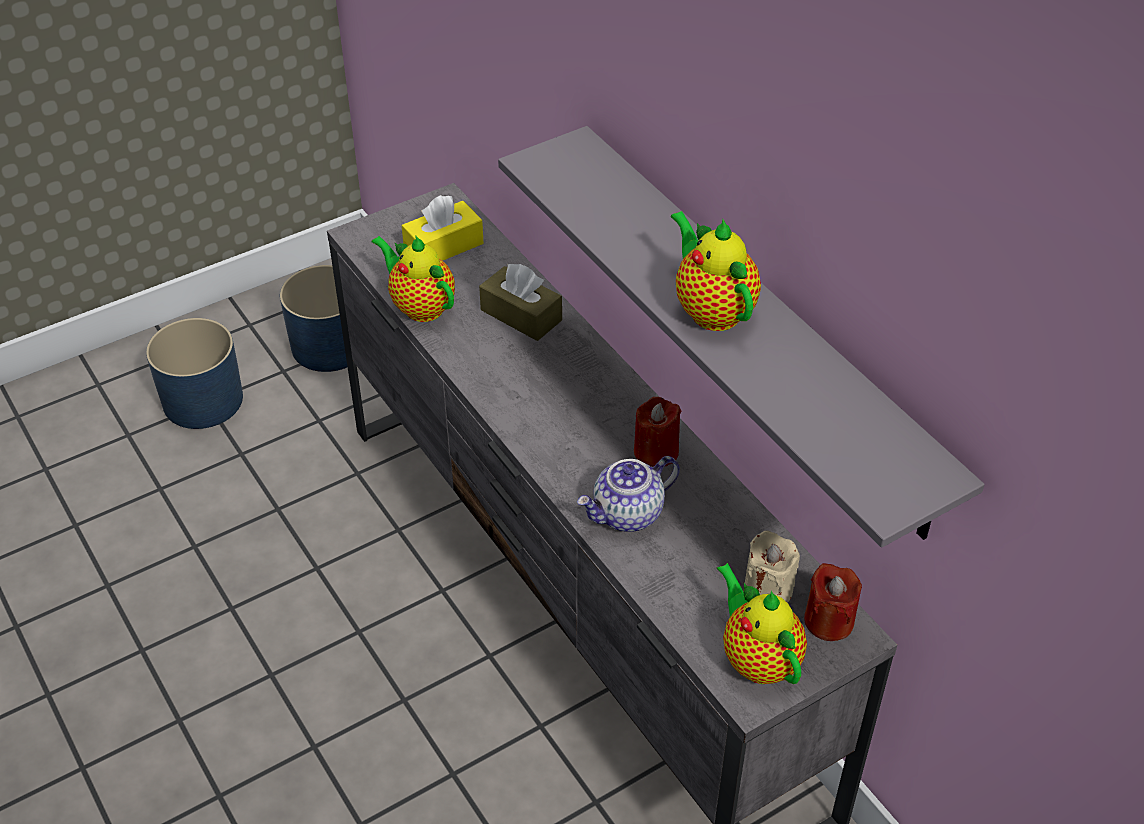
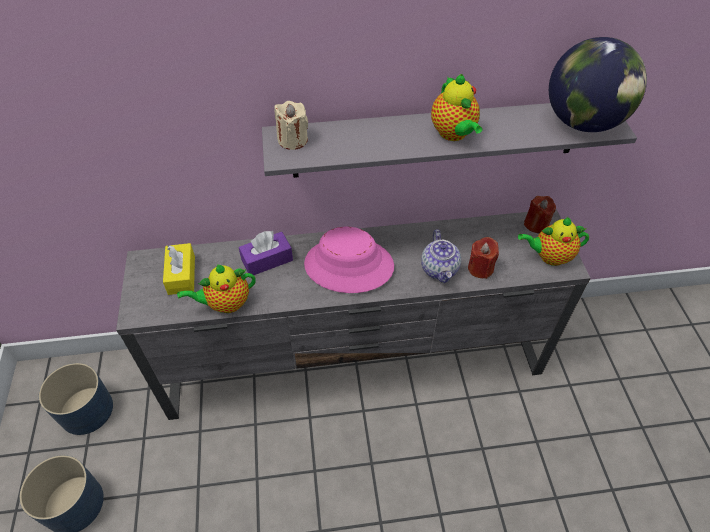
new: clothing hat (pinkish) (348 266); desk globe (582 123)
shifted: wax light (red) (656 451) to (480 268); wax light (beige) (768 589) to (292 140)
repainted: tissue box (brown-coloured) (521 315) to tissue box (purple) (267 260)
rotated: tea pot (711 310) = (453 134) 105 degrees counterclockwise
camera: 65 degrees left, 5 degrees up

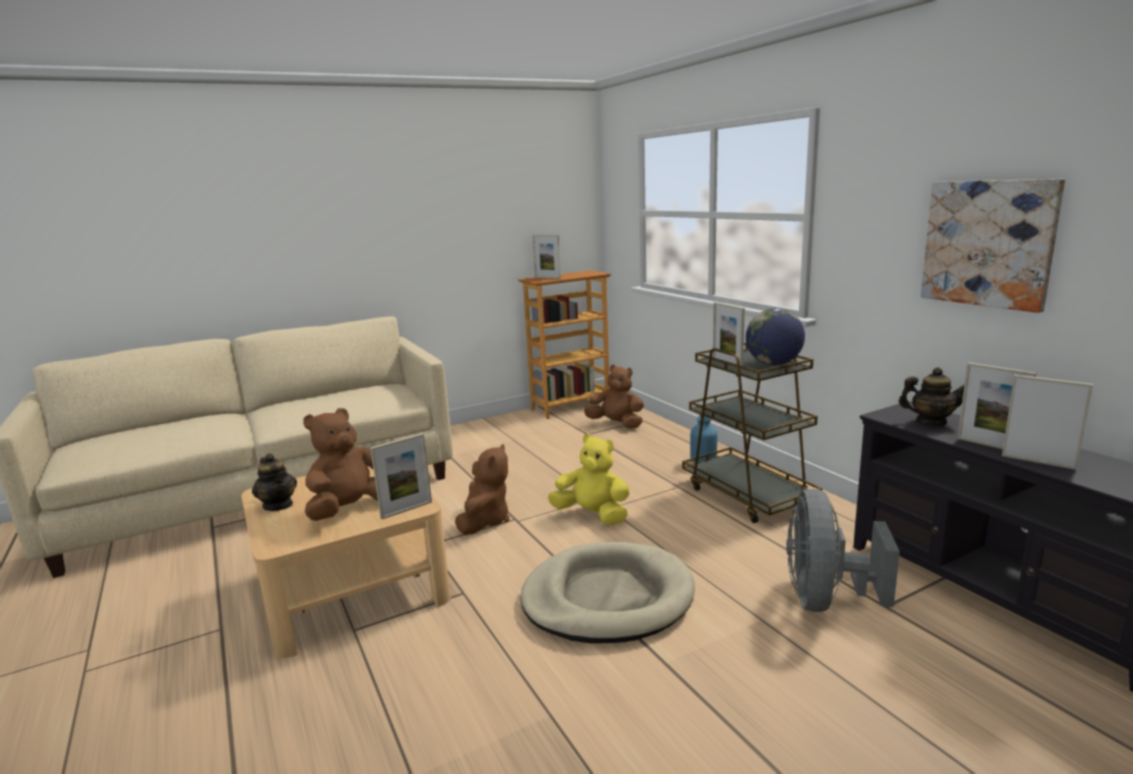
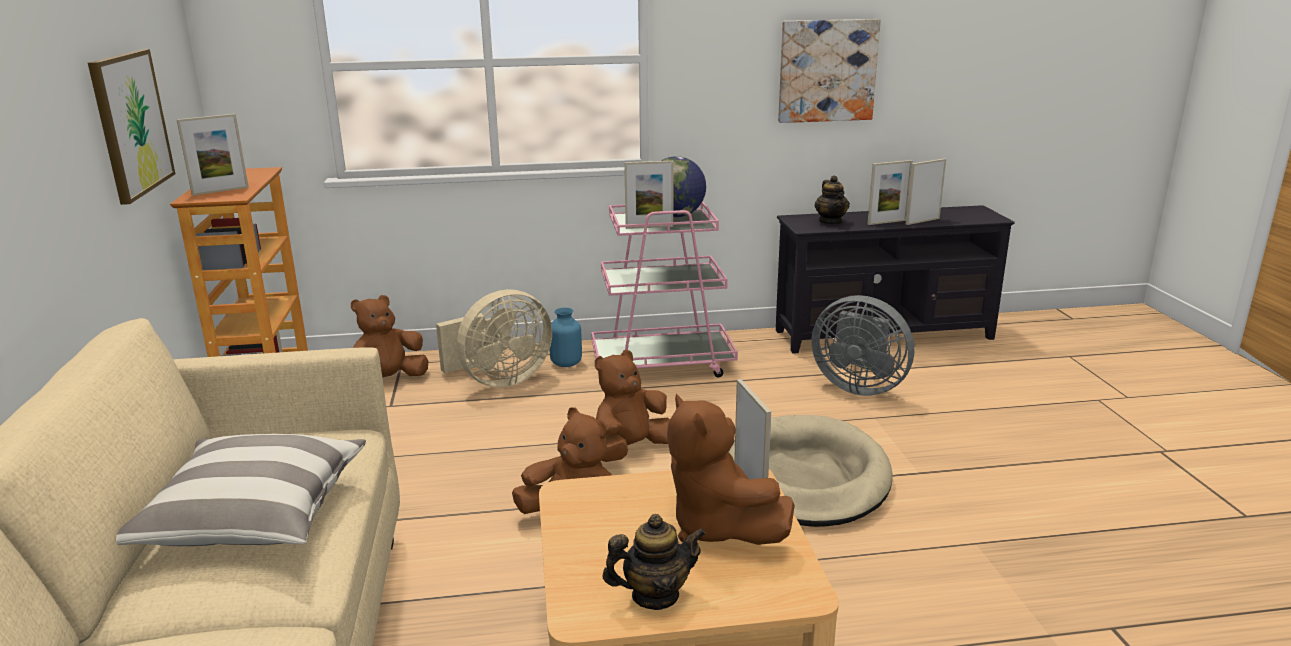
new: wall picture (131 123); pillow (253 517); electric fan (beige) (499 380)
repainted: plush toy (yellow-coloured) (593 515) to plush toy (brown-coloured) (630 450); cart (brown-coloured) (748 495) to cart (pinkish) (663 364)
rotated: tea pot (931 422) = (831 222) 135 degrees clockwise
camera: 70 degrees left, 5 degrees up

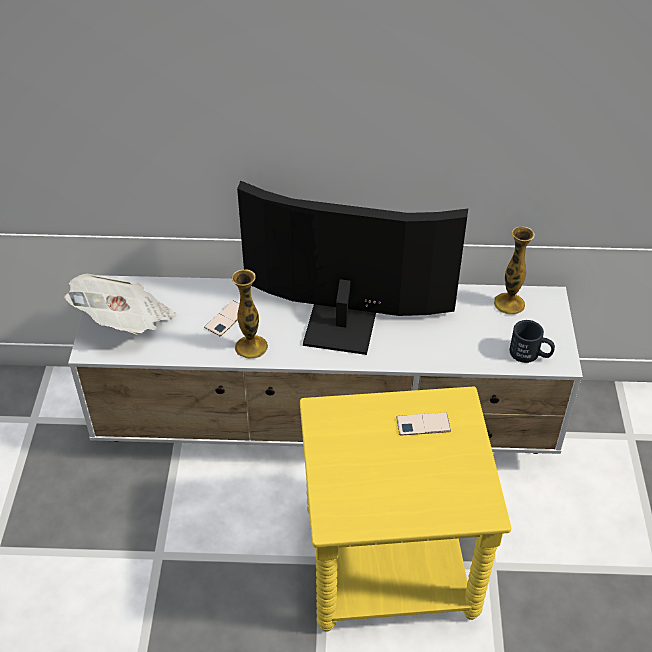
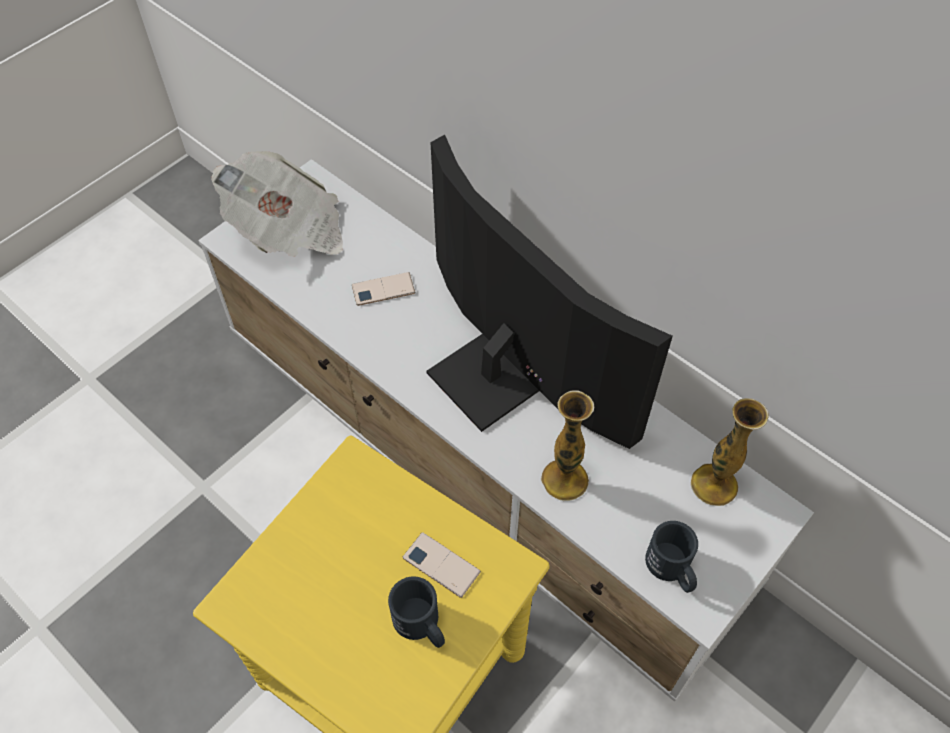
new: mug (blackish) (421 625)
shifted: vase (251 347) to (565 479)
camera: 40 degrees right, 10 degrees up

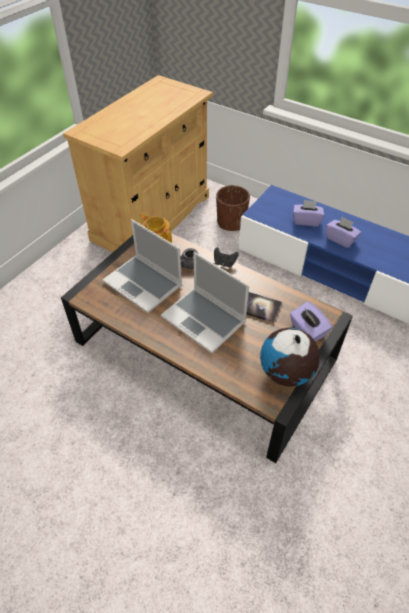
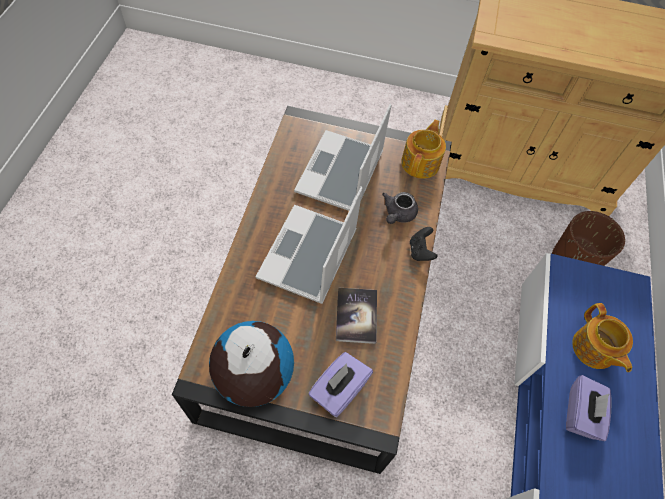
swapped: tissue box (purple) (306 221) to tea pot (594 349)
camera: 65 degrees right, 10 degrees up

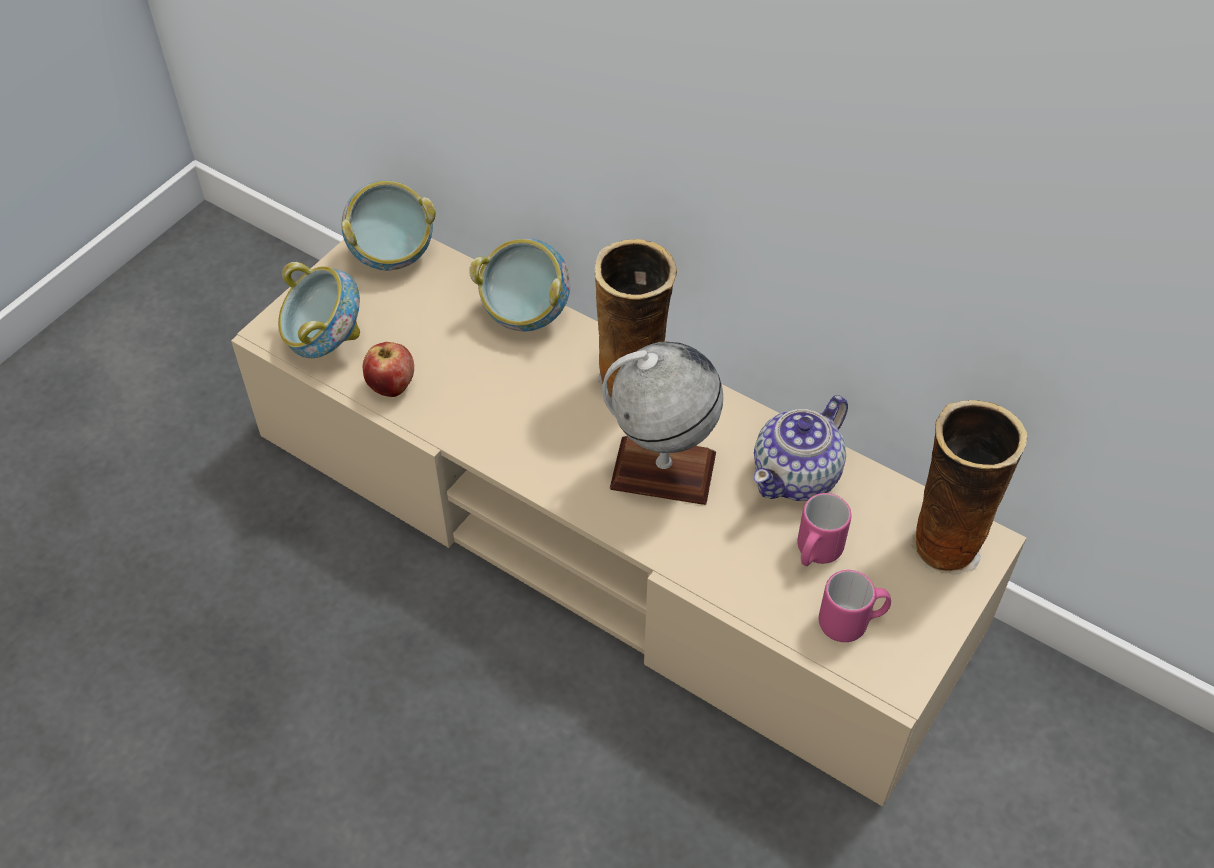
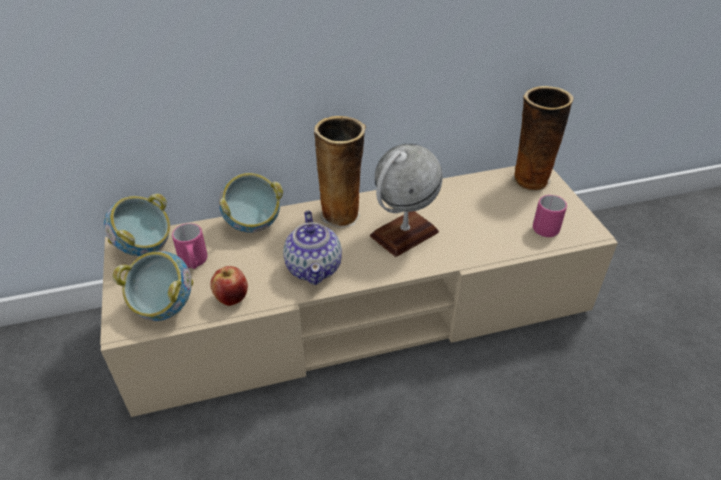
shifted: tea pot (797 475) to (314 267); mug (pinkish) (815 553) to (194 263)
camera: 50 degrees left, 10 degrees down

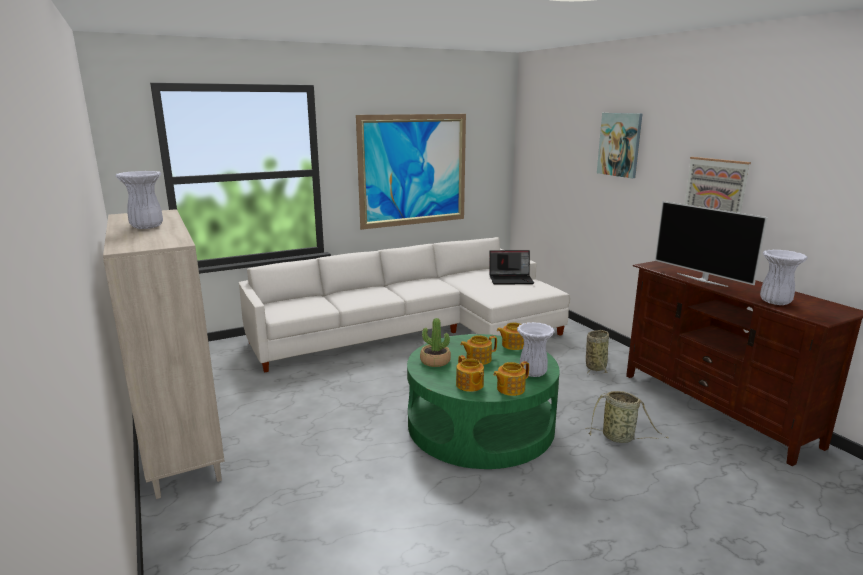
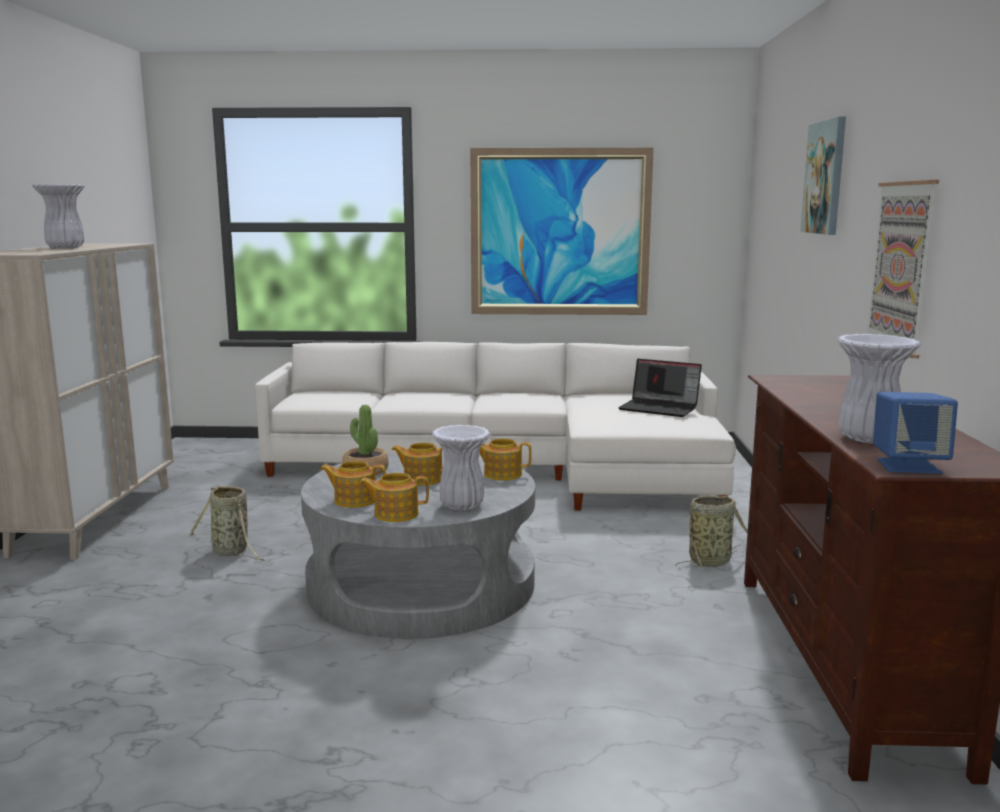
gone: TV (702 280)
new: loudspeaker (blue) (908 466)
shifted: storage basket (620 438) to (232 552)
repainted: low table (greenish) (480 424) to low table (grey) (421 583)
rotated: tea pot (469 385) = (354 500) 90 degrees clockwise
camera: 30 degrees right, 5 degrees down

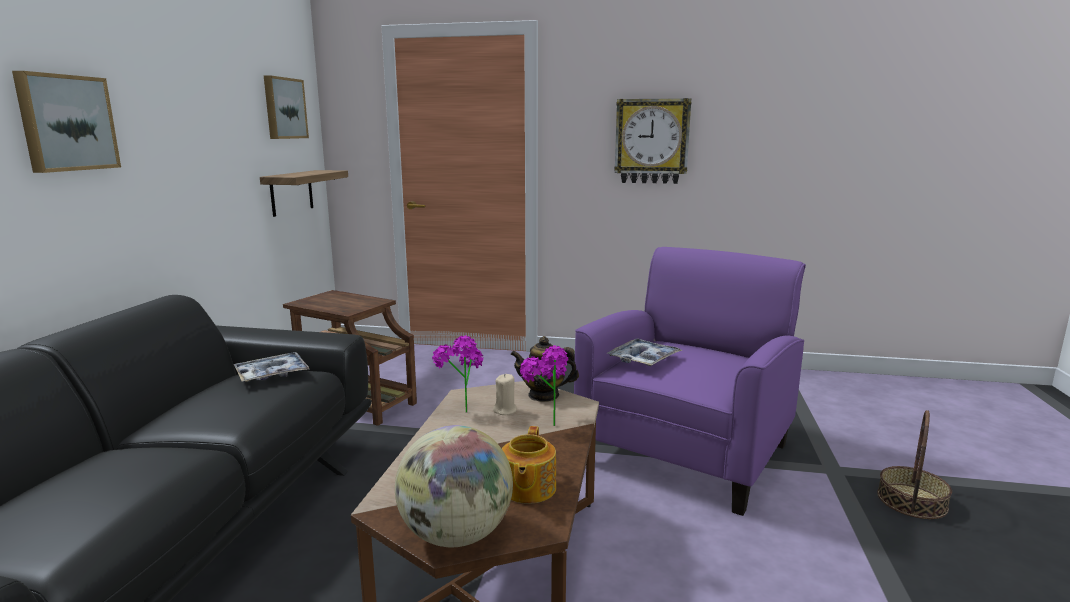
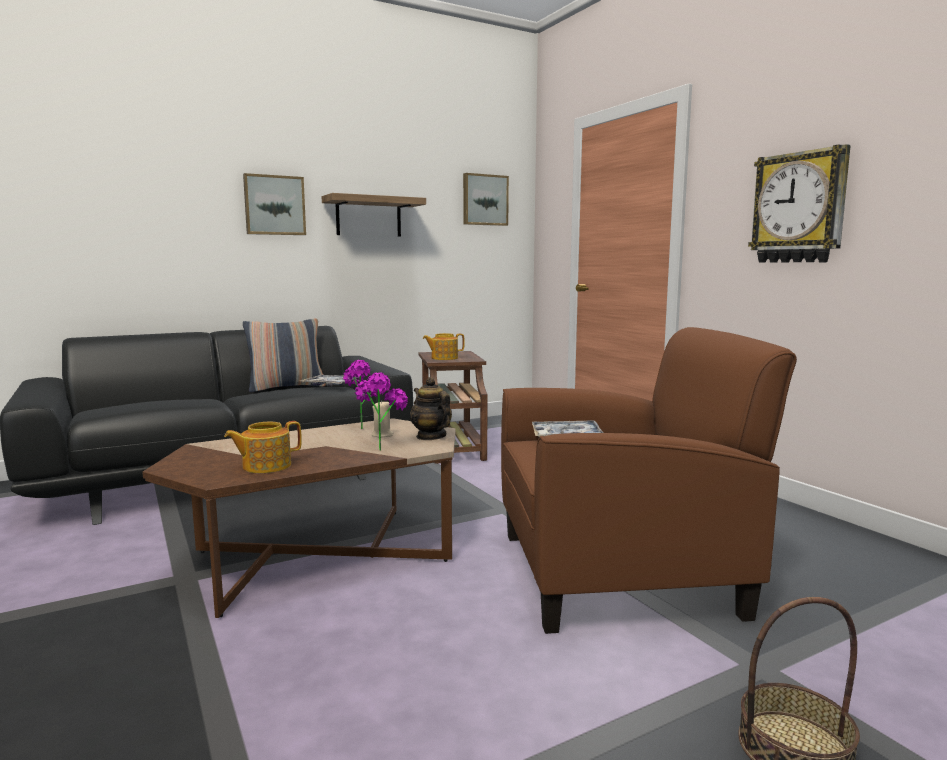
gone: desk globe (456 535)
new: pillow (286 387); tea pot (443 358)
shifted: shelf (291 192) to (368 217)
repainted: easy chair (purple) (686 452) to easy chair (brown-coloured) (619 573)
camera: 50 degrees right, 5 degrees down

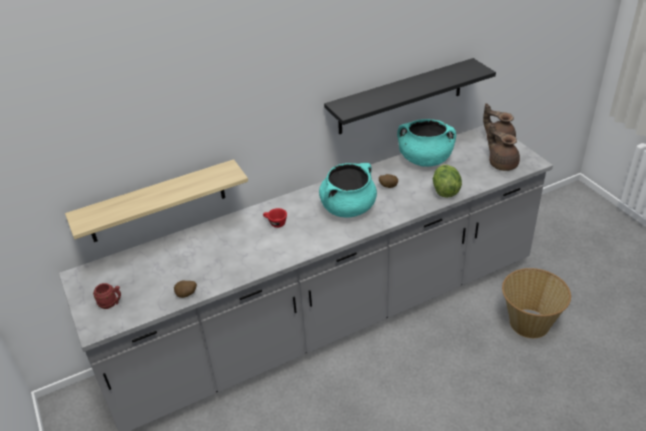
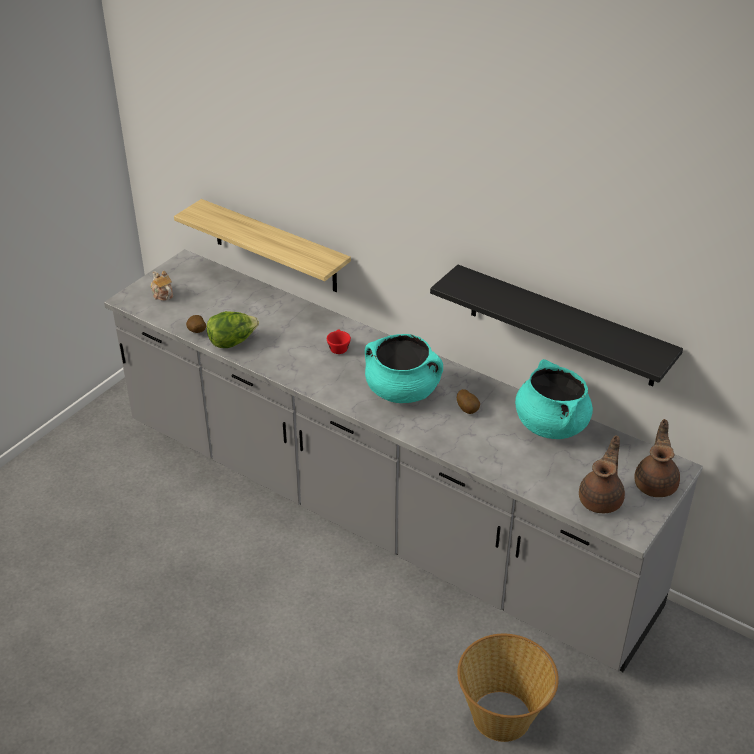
shifted: lettuce (445 190) to (232 342)
swapped: mug (red) (111 303) to tea pot (162 294)
camera: 60 degrees right, 0 degrees up

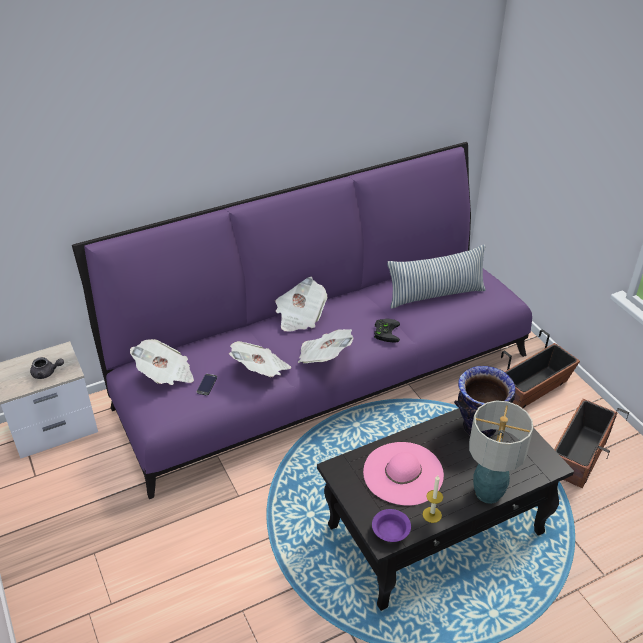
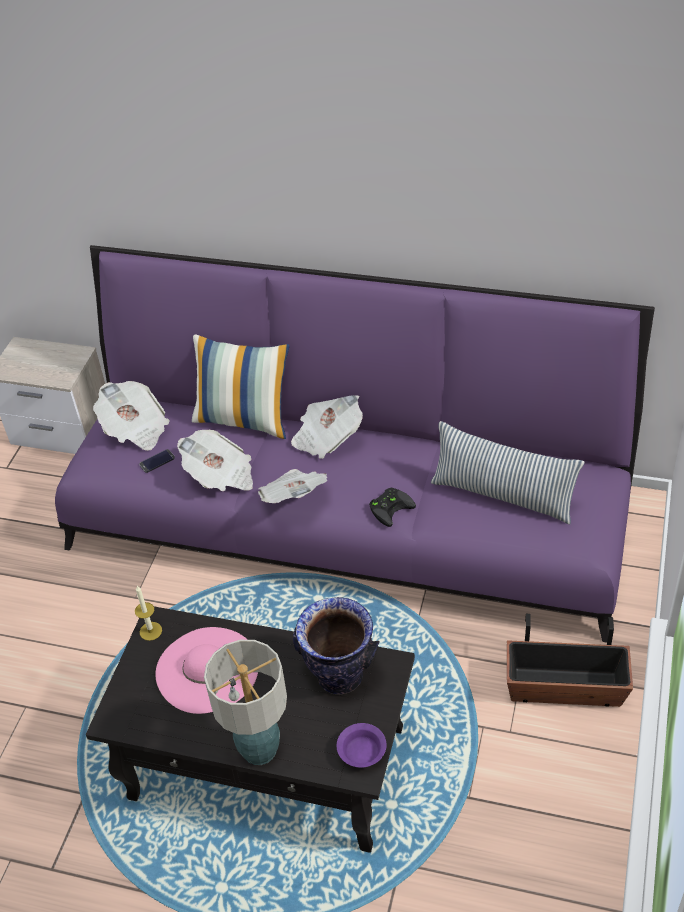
gone: tea pot (grey) (47 373); flower pot (579 455)
new: pillow (244 419)
shifted: deep dish (purple) (389 531) to (361 751); wax light (432 515) to (150 631)
camera: 45 degrees right, 5 degrees up

